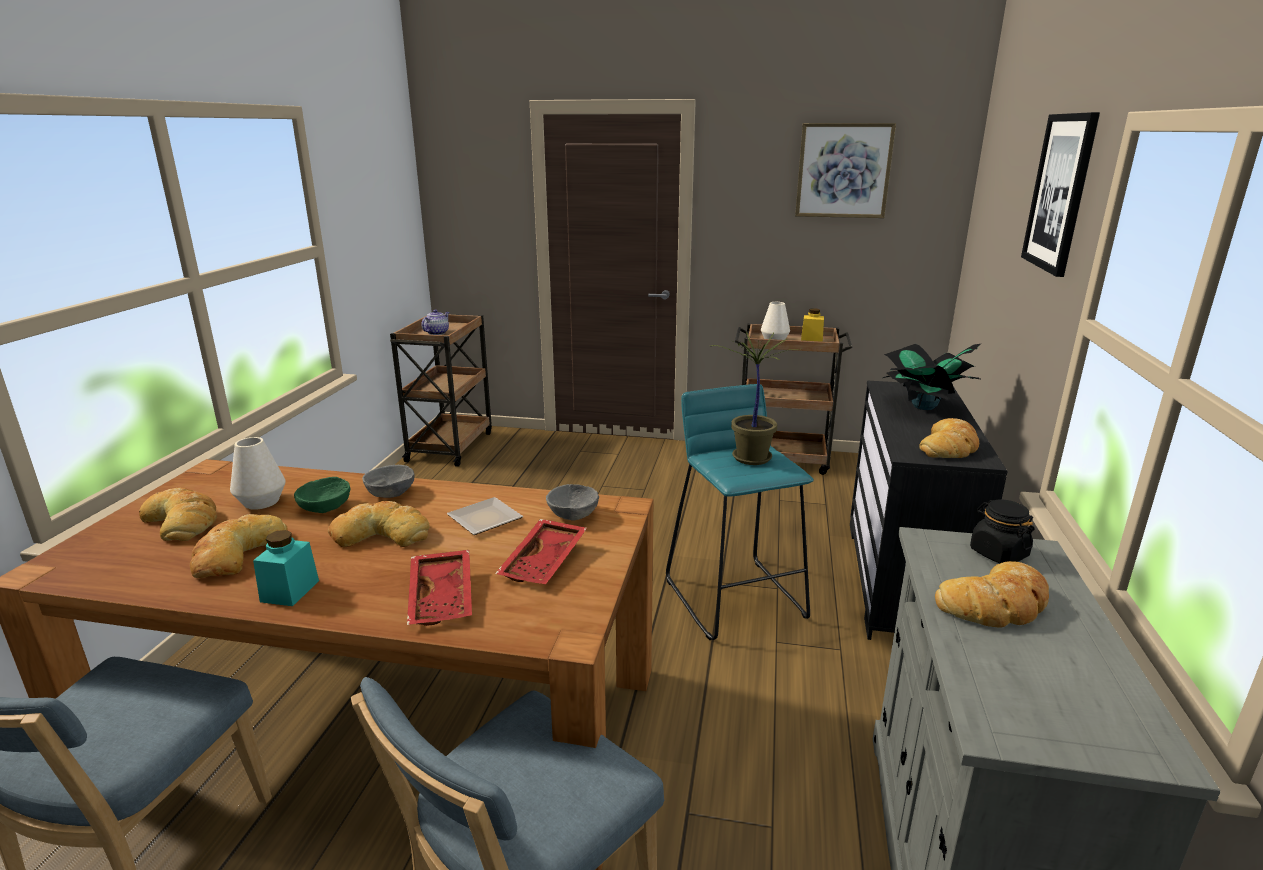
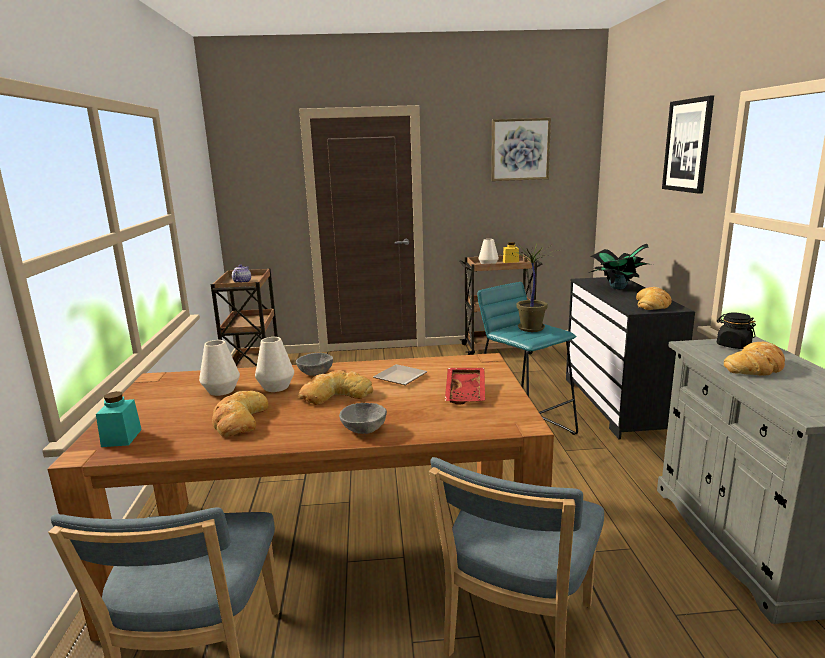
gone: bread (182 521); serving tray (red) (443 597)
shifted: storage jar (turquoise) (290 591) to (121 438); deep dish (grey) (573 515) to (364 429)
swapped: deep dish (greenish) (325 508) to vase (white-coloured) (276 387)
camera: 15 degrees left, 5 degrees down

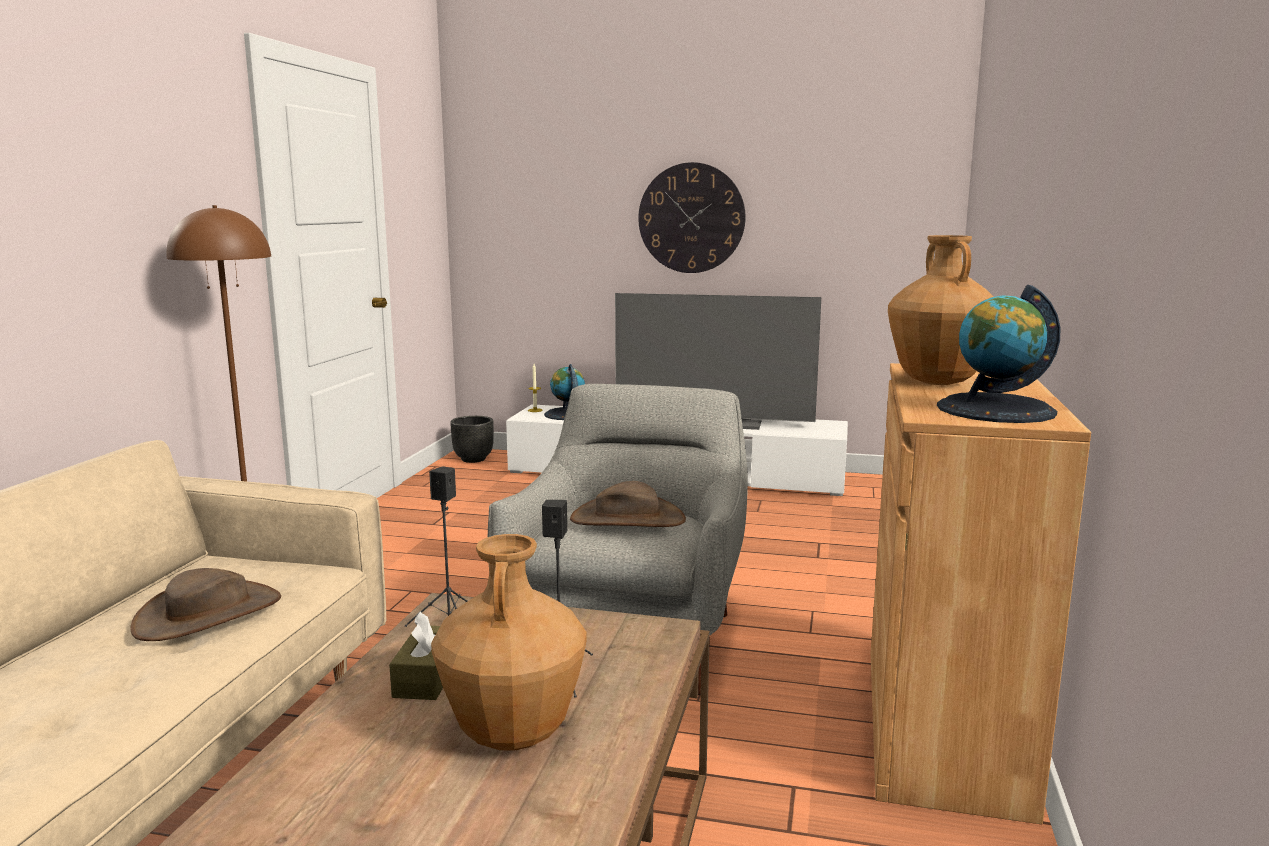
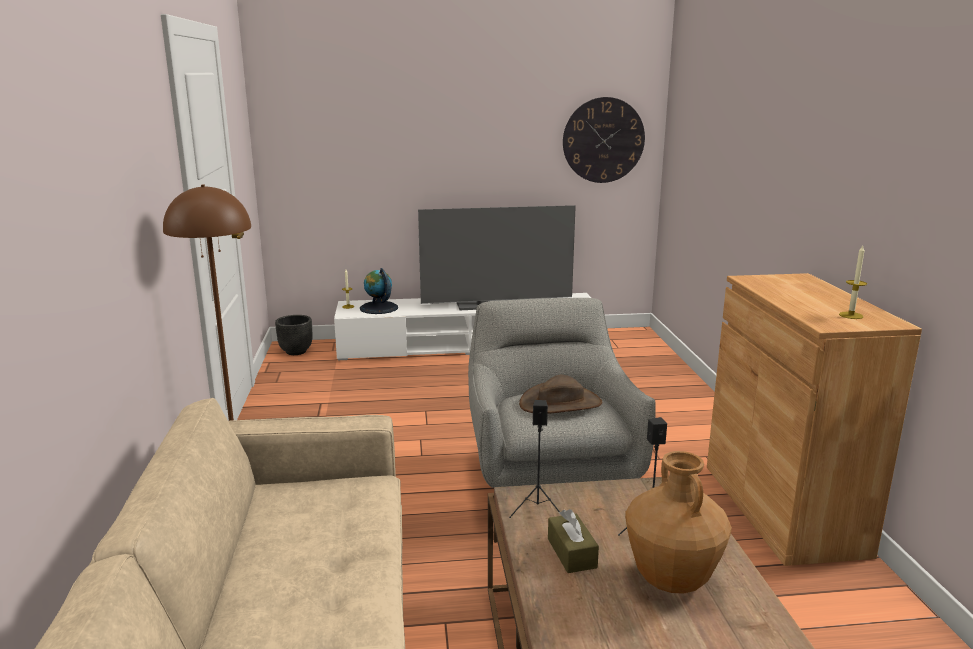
gone: clothing hat (brown-coloured) (209 614); vase (brown-coloured) (937 382)
shifted: hanging clock (691 218) to (603 140)
swapped: desk globe (995 409) to wax light (851 315)
camera: 20 degrees left, 5 degrees up

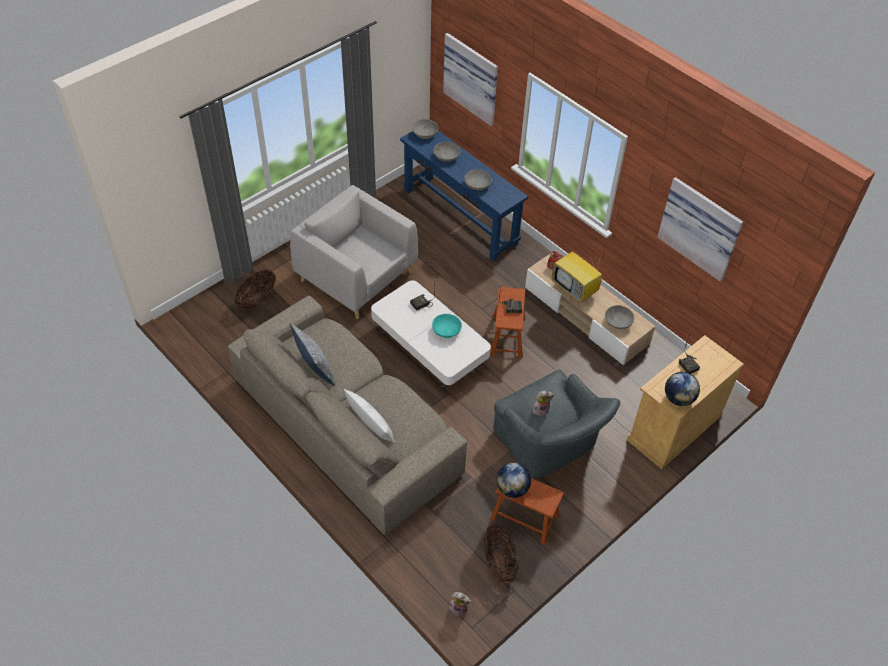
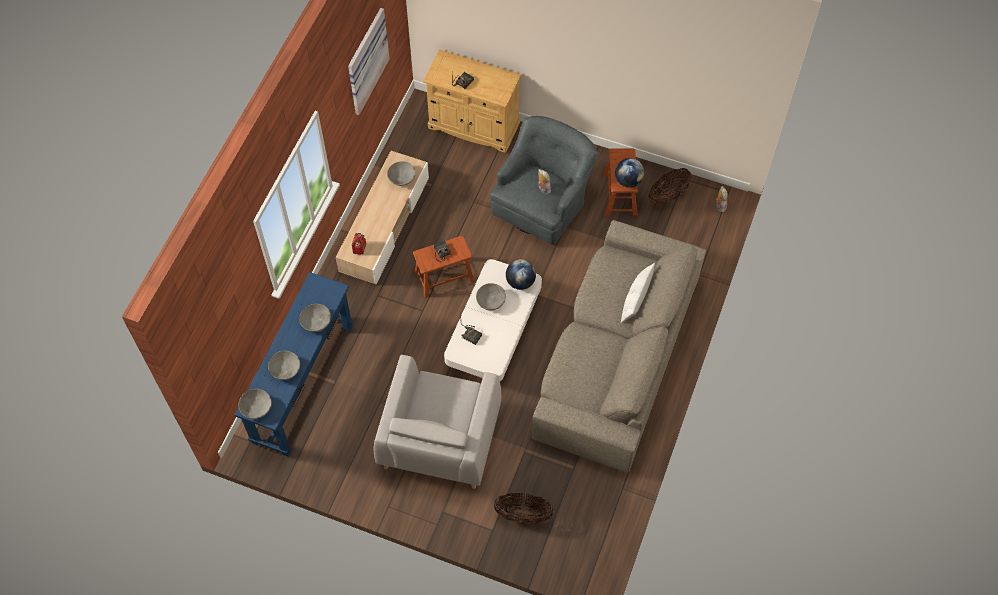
gone: pillow (315 369); wall picture (472 78); TV (575 290)
shifted: desk globe (678 398) to (520 282)
repainted: deep dish (turquoise) (446 330) to deep dish (grey) (490 300)
camera: 115 degrees left, 10 degrees up

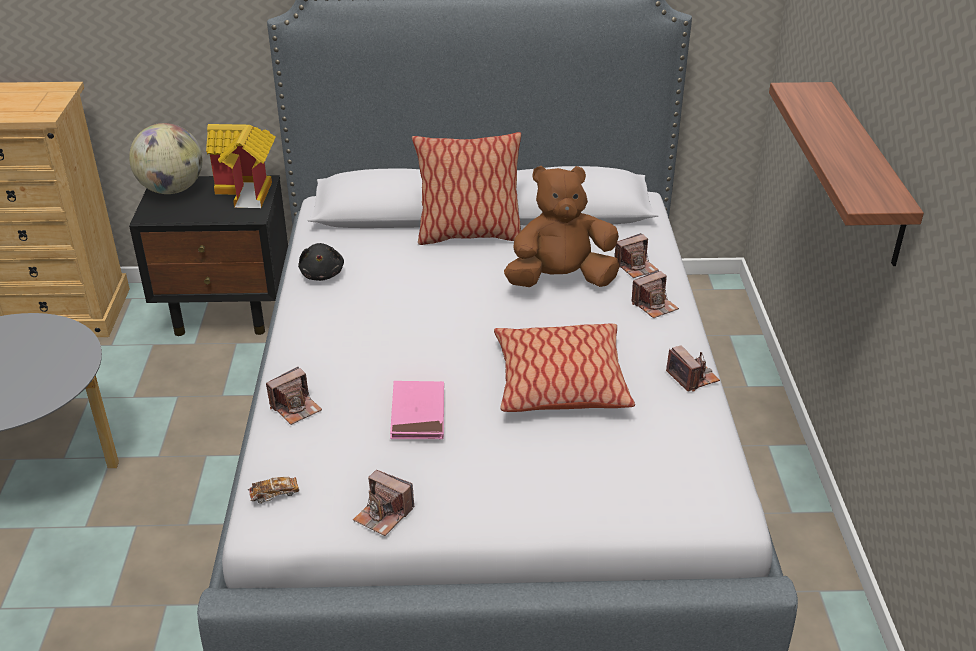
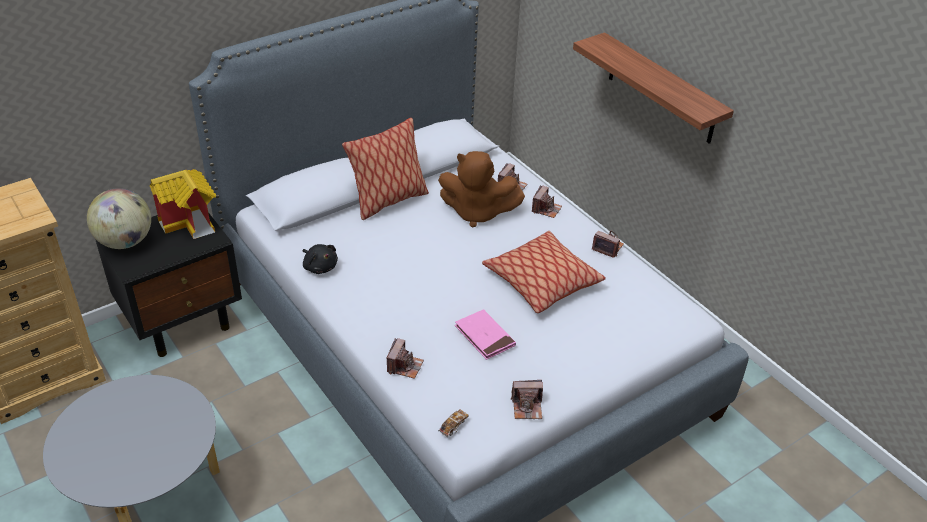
rotated: plush toy (brown-coloured) (560 280) = (477 212) 120 degrees counterclockwise
camera: 35 degrees left, 5 degrees up

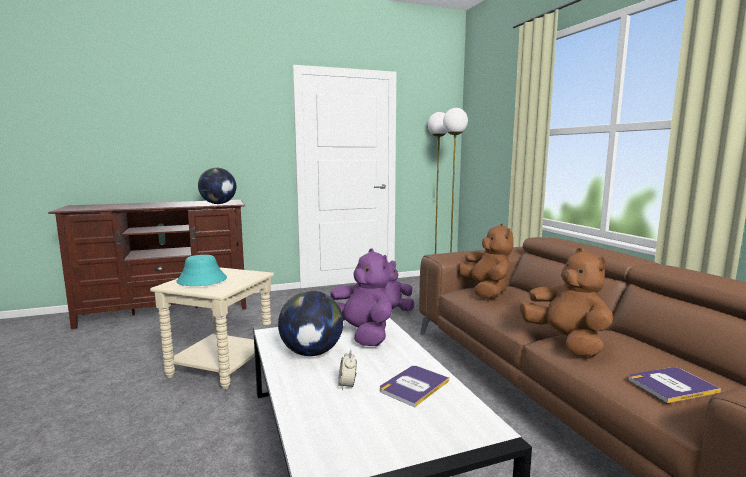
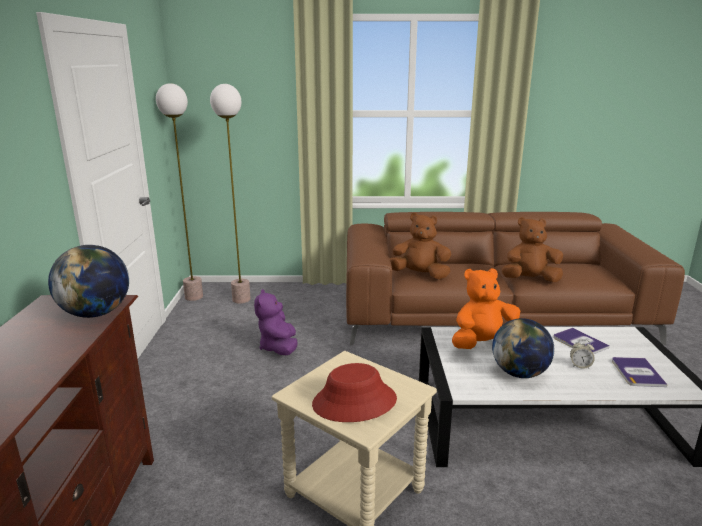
shifted: book (671 385) to (637 372)
repainted: clothing hat (turquoise) (201 280) to clothing hat (red) (354 402); plush toy (purple) (362 334) to plush toy (orange) (483 345)
camera: 70 degrees left, 10 degrees up

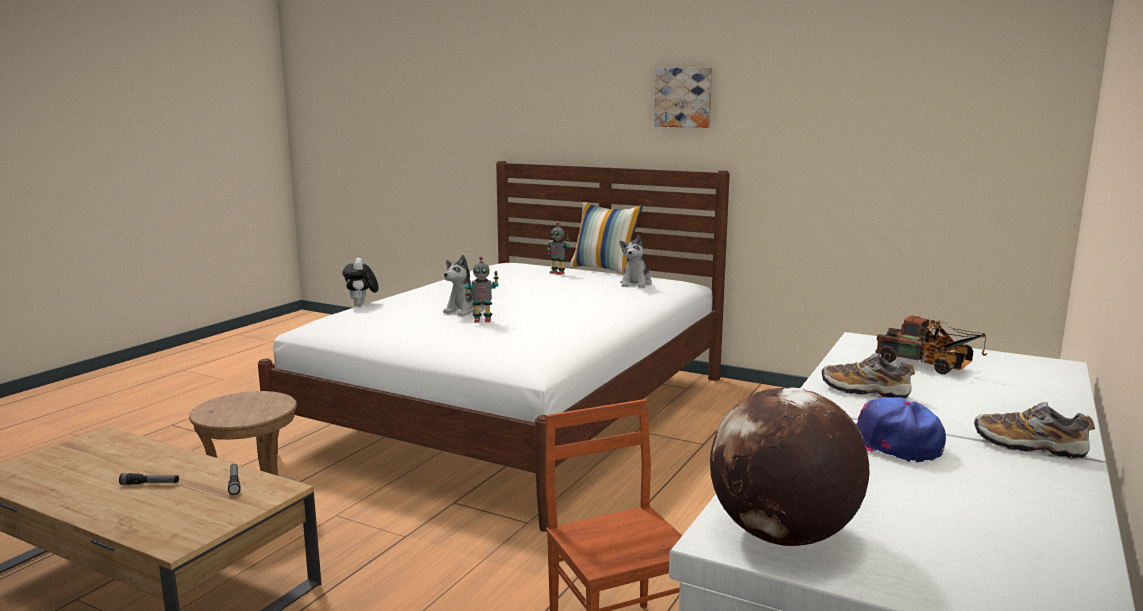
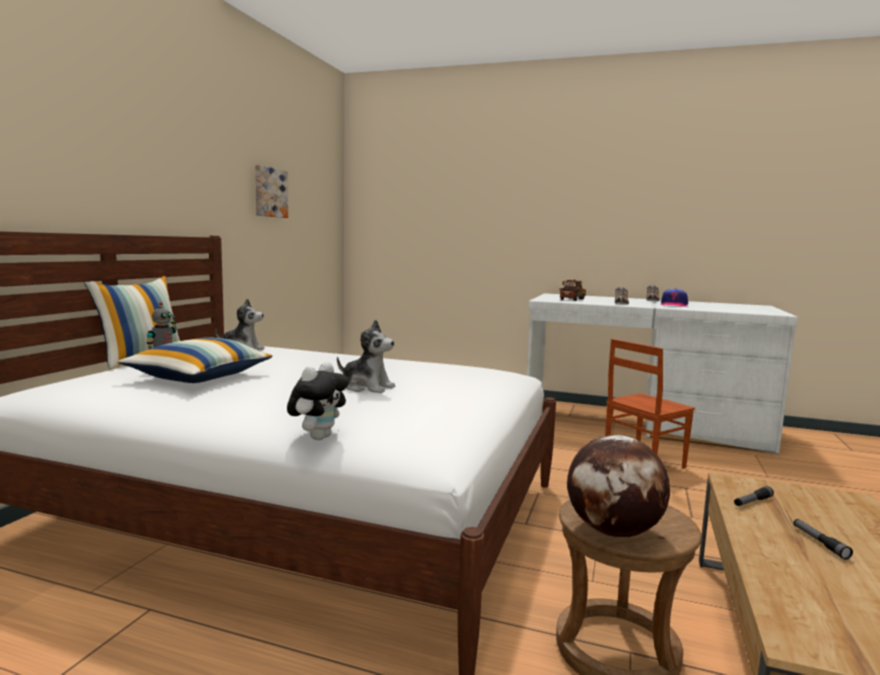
gone: model robot (482 320)
new: pillow (199 377)
shifted: wall picture (683 97) to (269 192); desk globe (782 536) to (614 532)
rotated: plush toy (361 305) = (318 437) 45 degrees counterclockwise
camera: 100 degrees left, 5 degrees down

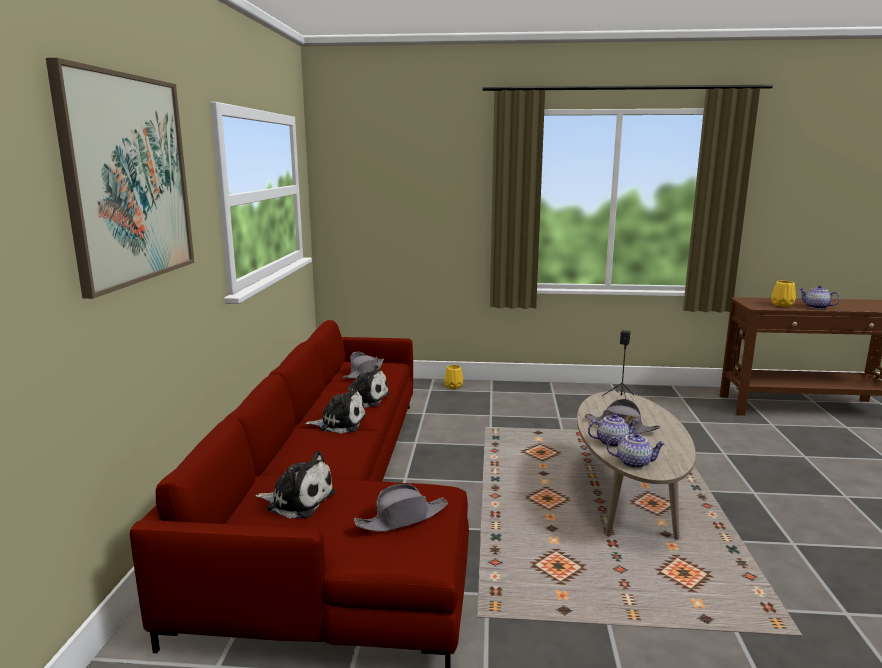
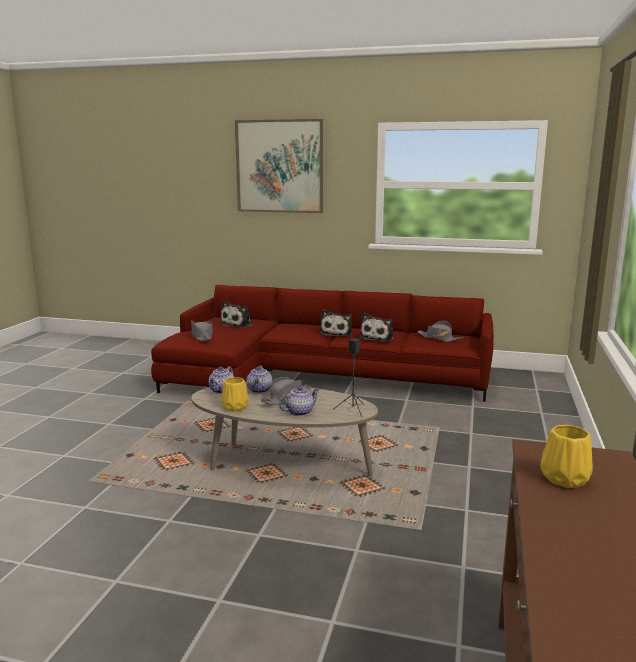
shifted: vase (yellow-coloured) (454 386) to (234 407); tea pot (816 307) to (299 412)
camera: 100 degrees right, 0 degrees up

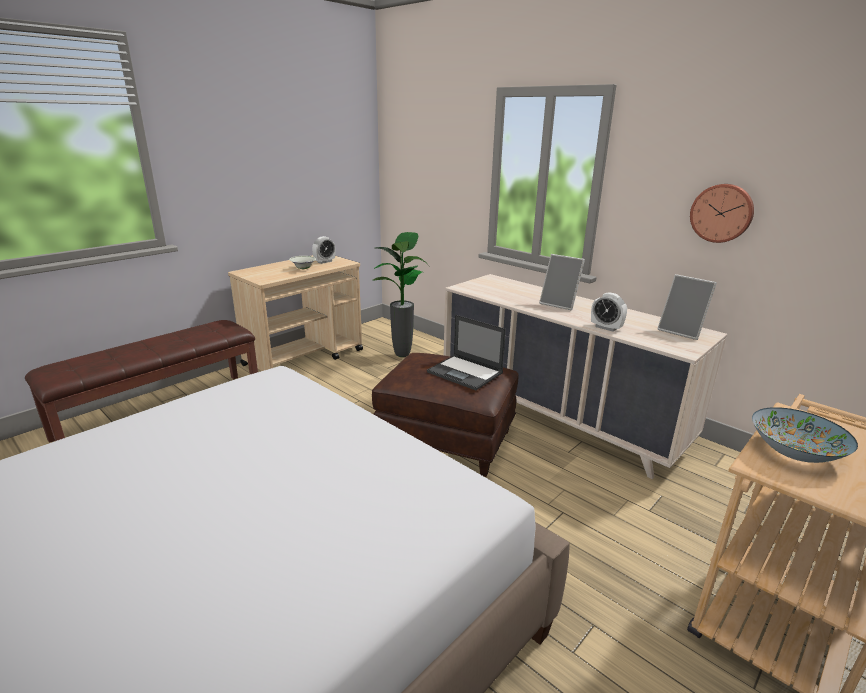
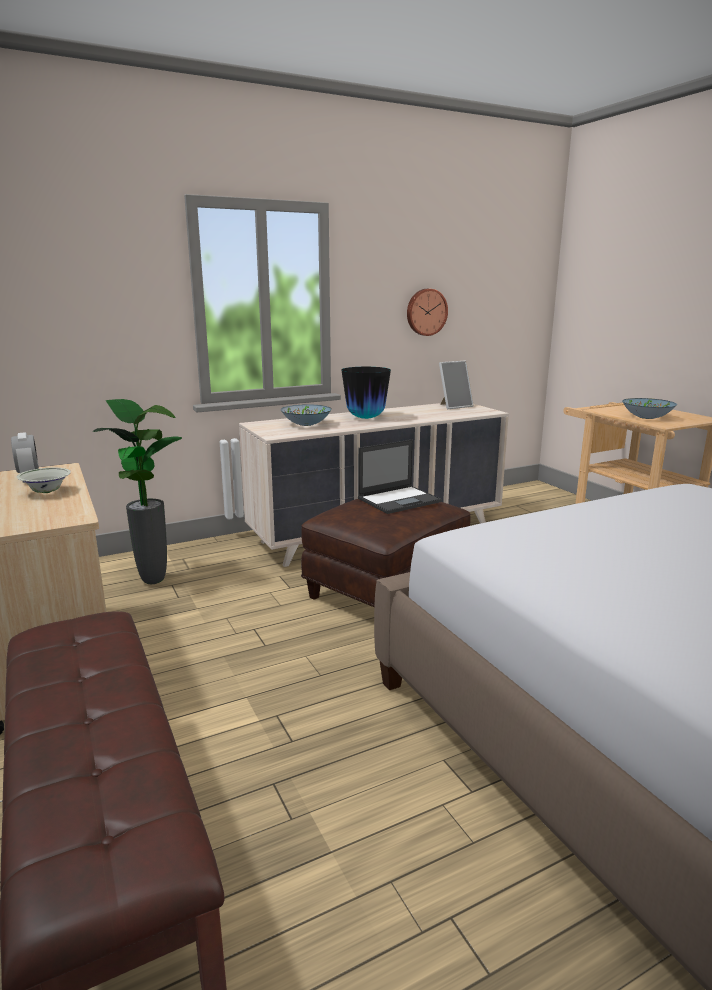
gone: bedside clock (606 328)
new: deep dish (306 424)
swapped: standing frame (560 304) to vase (366 418)
camera: 70 degrees left, 5 degrees down

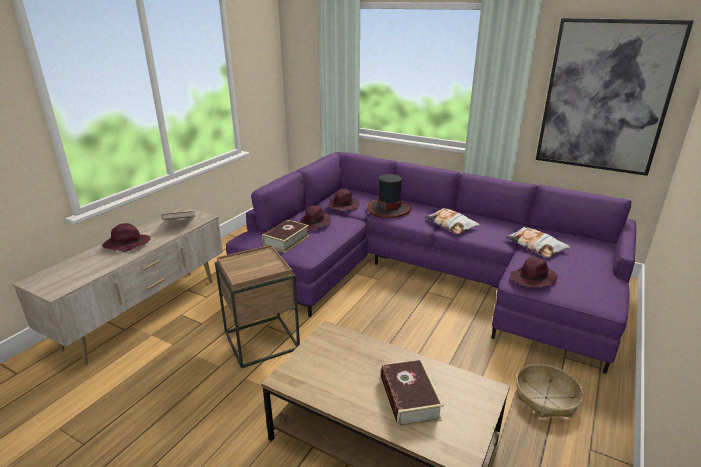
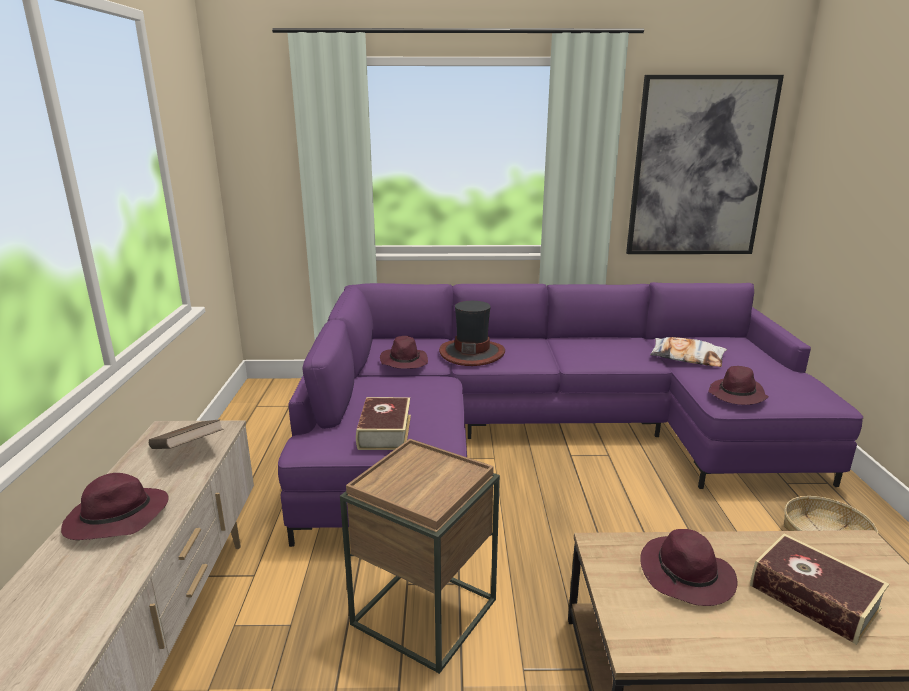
gone: pillow (451 224)
shifted: clothing hat (purple) (314 223) to (687 576)
camera: 30 degrees left, 5 degrees down

